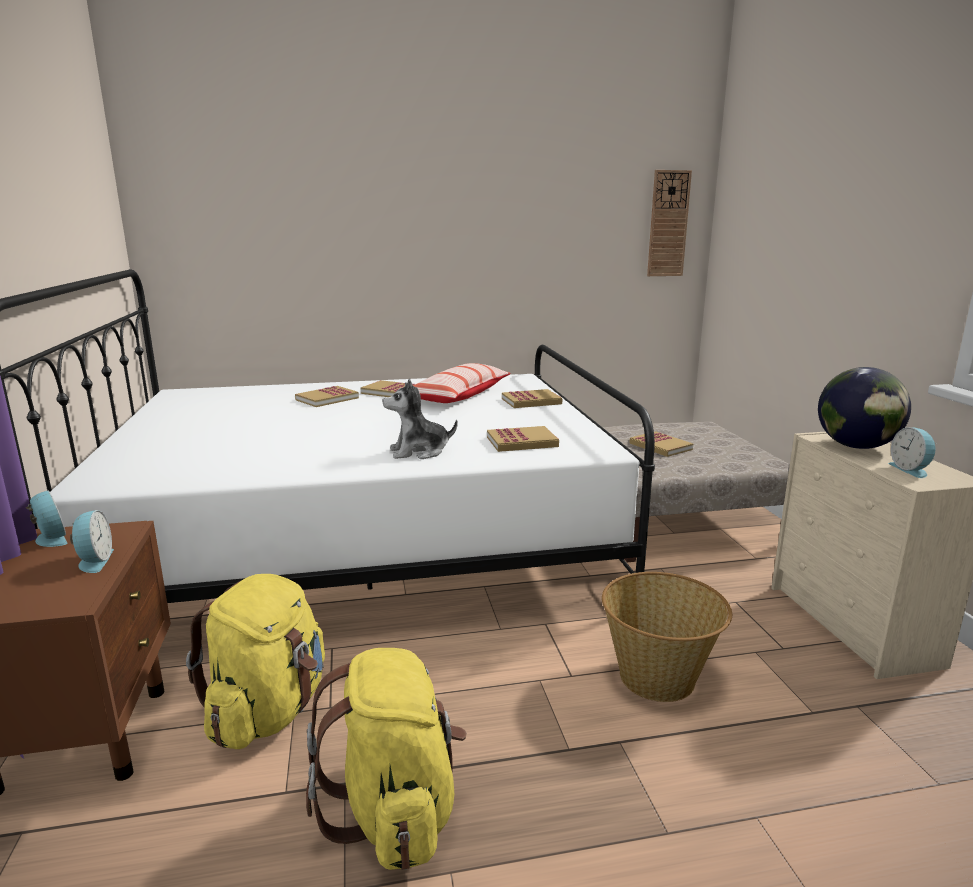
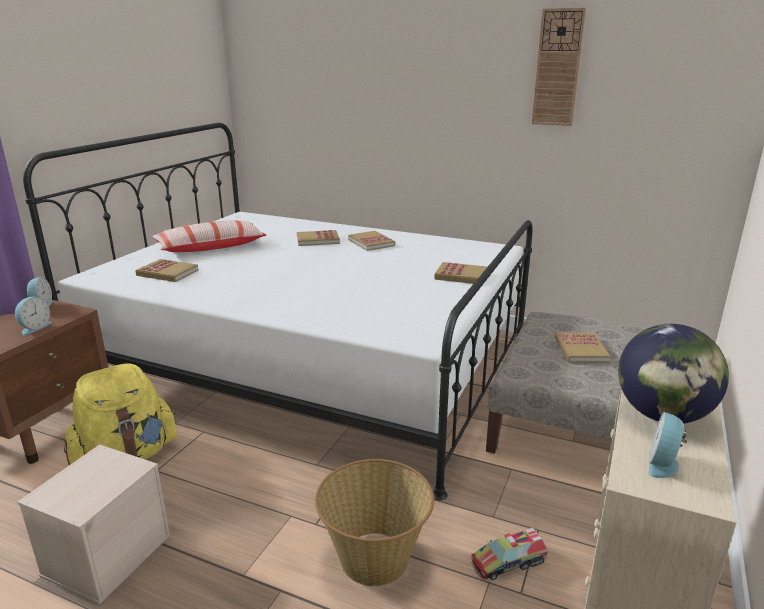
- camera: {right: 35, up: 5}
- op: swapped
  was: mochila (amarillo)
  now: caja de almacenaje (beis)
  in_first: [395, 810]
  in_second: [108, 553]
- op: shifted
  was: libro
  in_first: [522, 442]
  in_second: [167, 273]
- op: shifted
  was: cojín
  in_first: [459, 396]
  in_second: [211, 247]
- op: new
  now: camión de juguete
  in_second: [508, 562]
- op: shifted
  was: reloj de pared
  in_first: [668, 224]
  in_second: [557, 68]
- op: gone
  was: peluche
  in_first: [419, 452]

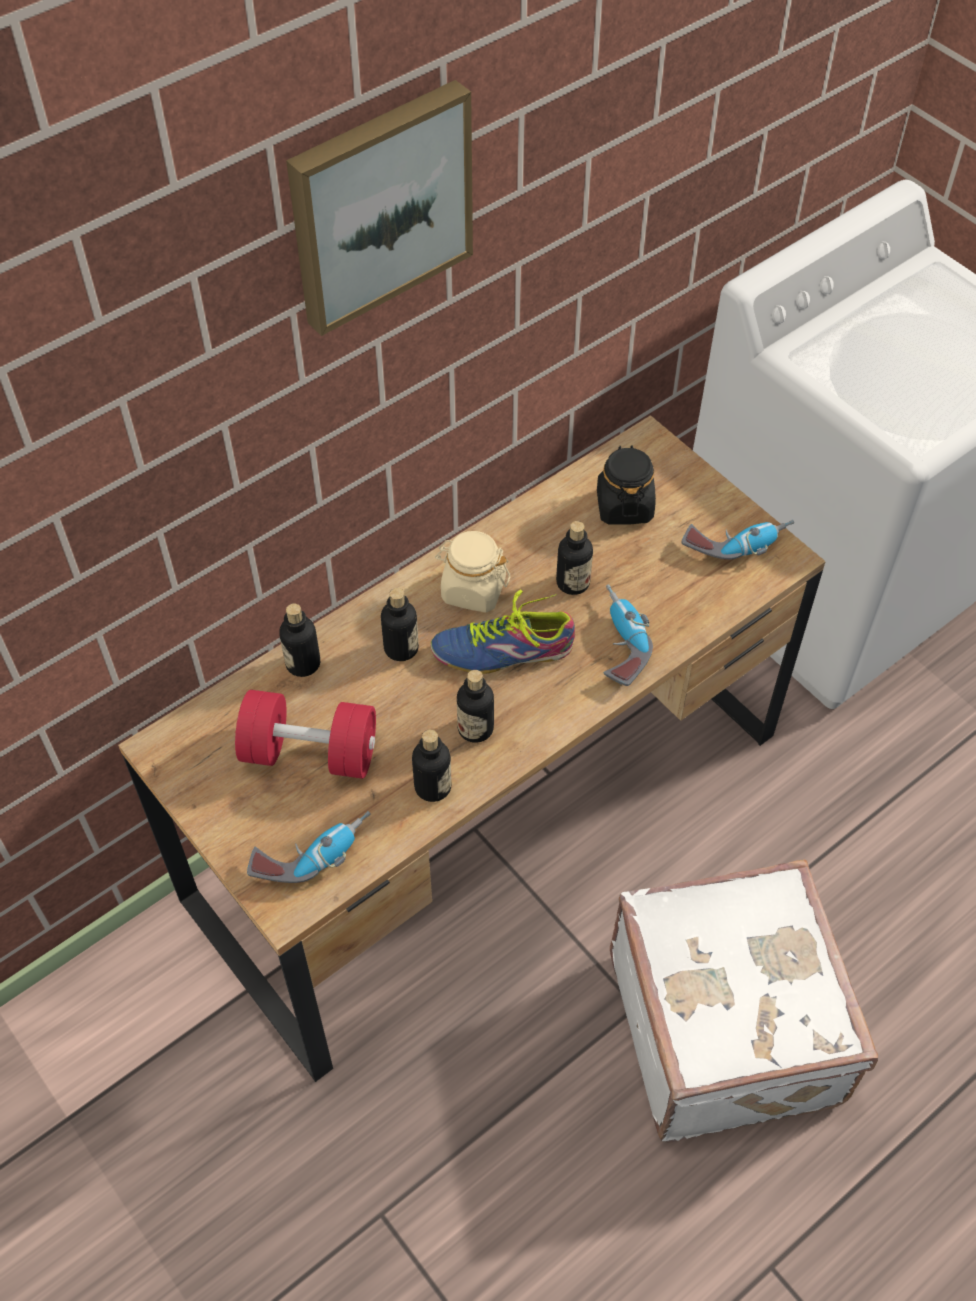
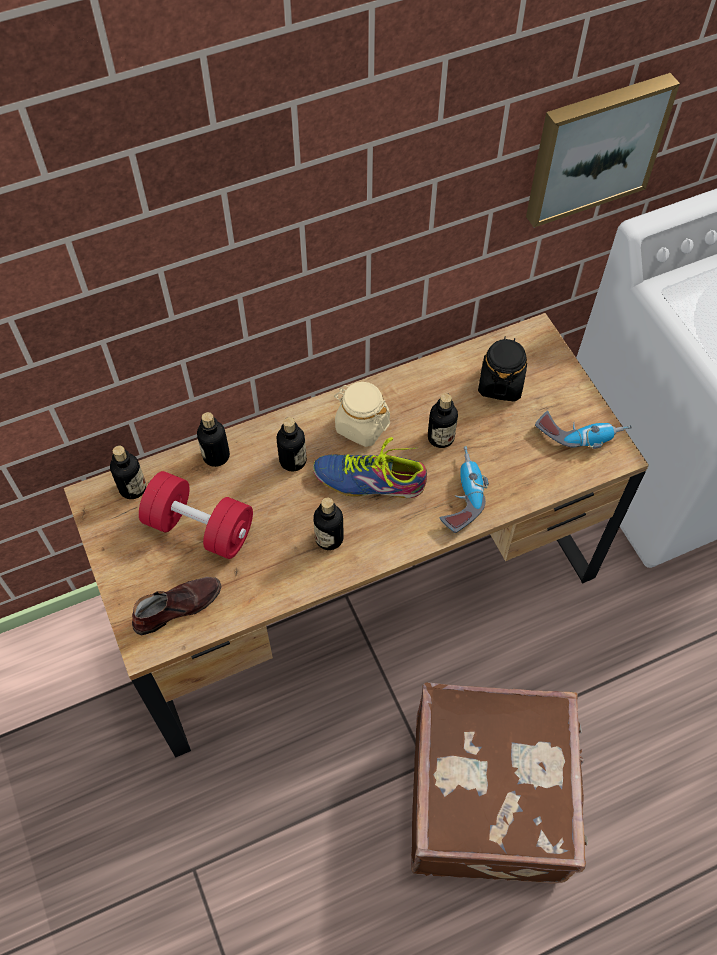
- camera: {right: 15, up: 5}
- op: shifted
  was: botella
  in_first: [433, 787]
  in_second: [133, 488]
- op: swapped
  was: taladro
  now: zapato (marrón)
  in_first: [312, 852]
  in_second: [177, 606]
- op: repainted
  was: maleta (blanco)
  now: maleta (marrón)
  in_first: [728, 1026]
  in_second: [491, 797]
- op: shifted
  was: cuadro
  in_first: [379, 205]
  in_second: [595, 147]

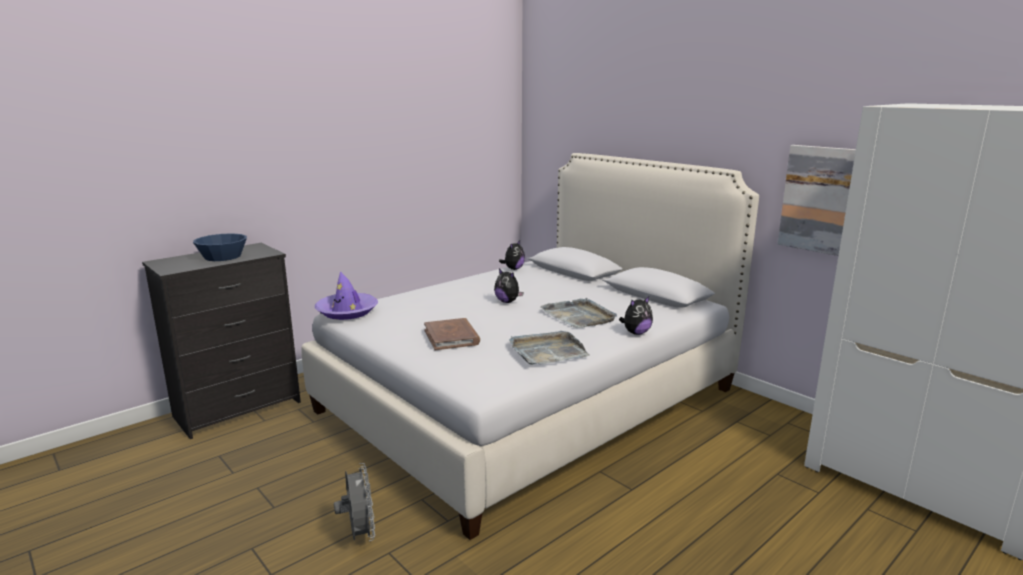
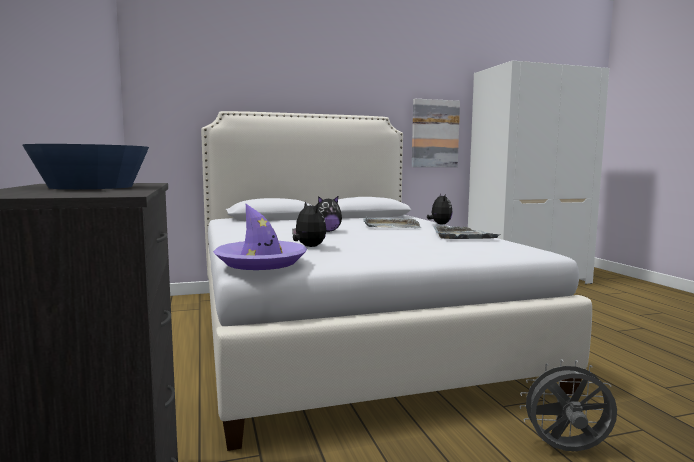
- camera: {right: -65, up: -10}
- op: shifted
  was: peluche
  in_first: [513, 269]
  in_second: [308, 247]
- op: gone
  was: libro (marrón)
  in_first: [451, 337]

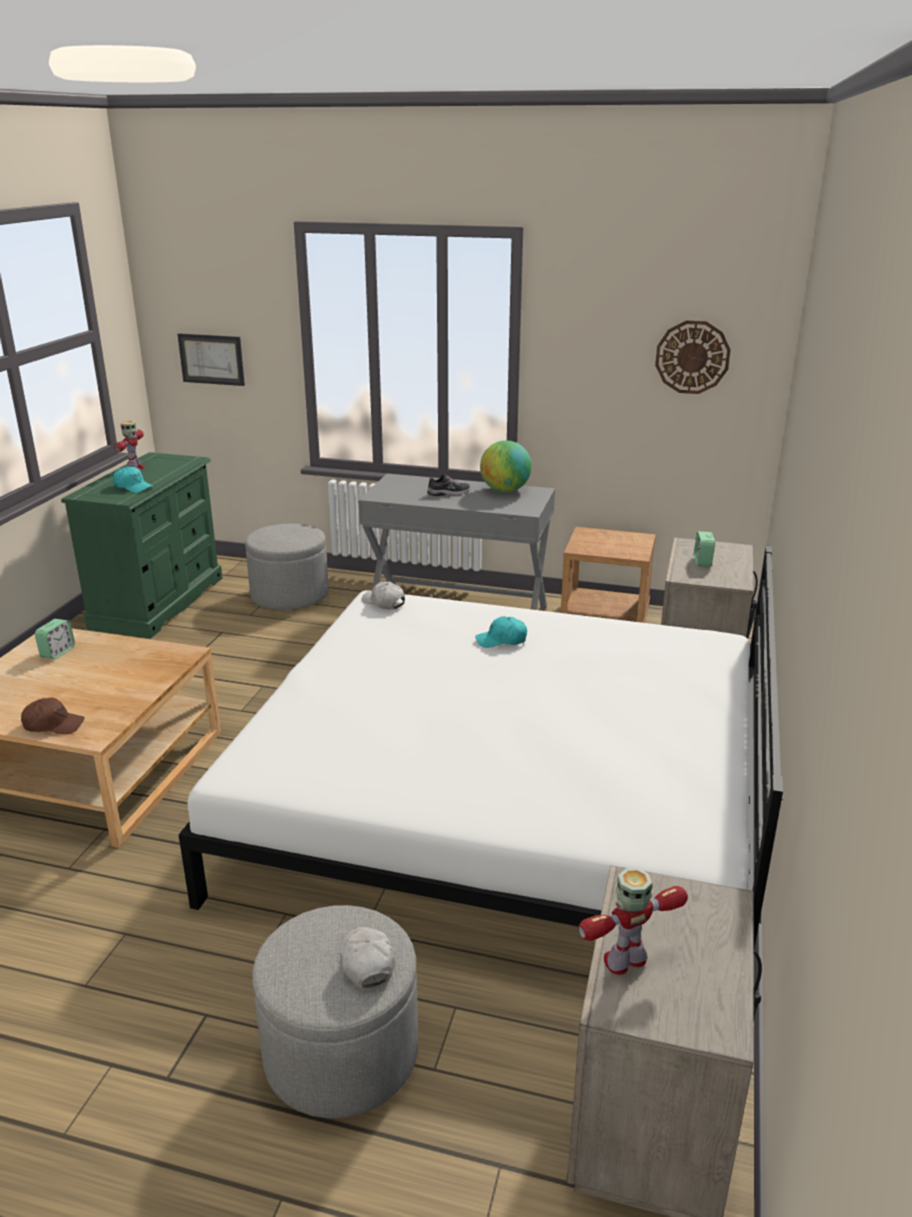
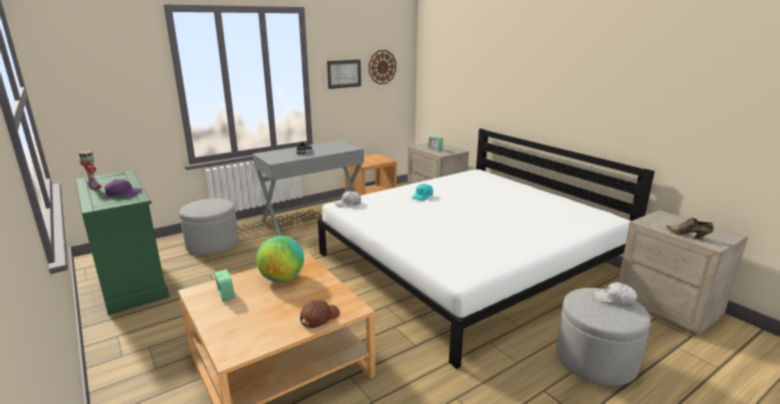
- camera: {right: -50, up: -5}
- op: repainted
  was: gorra (turquesa)
  now: gorra (morado)
  in_first: [133, 487]
  in_second: [123, 193]
- op: shifted
  was: globo terráqueo
  in_first: [505, 491]
  in_second: [282, 279]
- op: shifted
  was: cuadro
  in_first: [211, 359]
  in_second: [344, 74]
- op: swapped
  was: robot de juguete
  now: zapato (marrón)
  in_first: [626, 961]
  in_second: [688, 236]

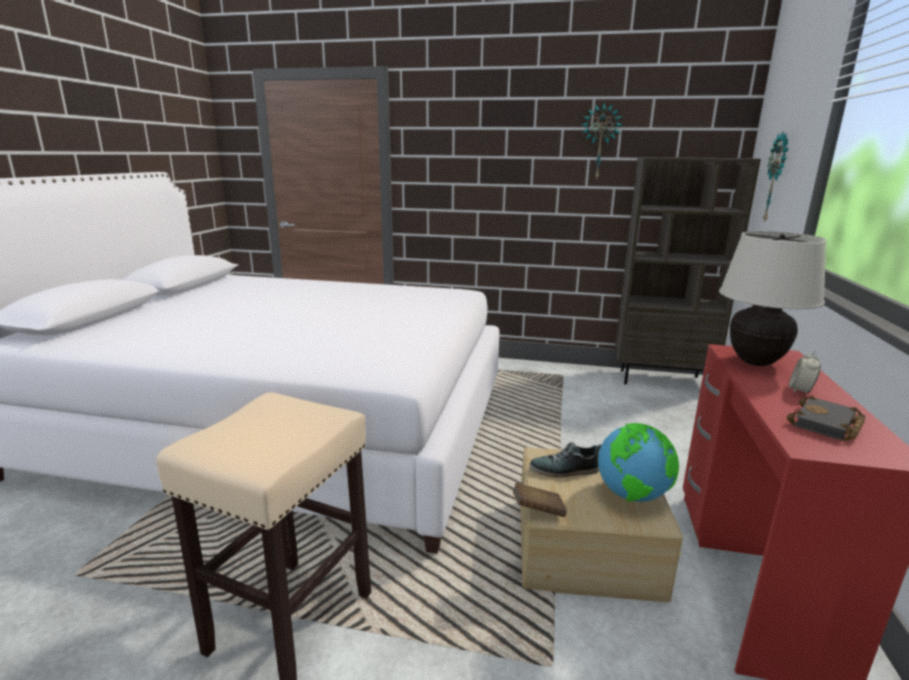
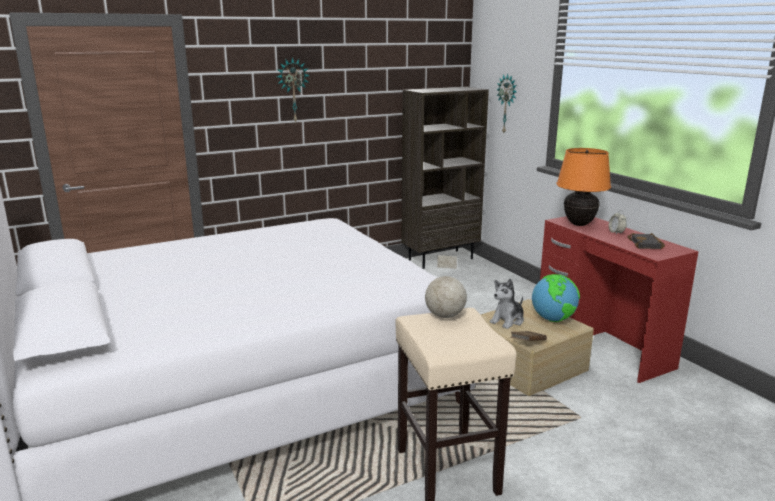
- camera: {right: -40, up: 0}
- op: shifted
  was: reloj de pared
  in_first: [600, 142]
  in_second: [292, 90]
- op: new
  now: globo terráqueo
  in_second: [445, 316]
- op: swapped
  was: zapato
  now: peluche
  in_first: [564, 470]
  in_second: [508, 321]
- op: repainted
  was: lámpara de mesa (beis)
  now: lámpara de mesa (naranja)
  in_first: [755, 362]
  in_second: [579, 224]

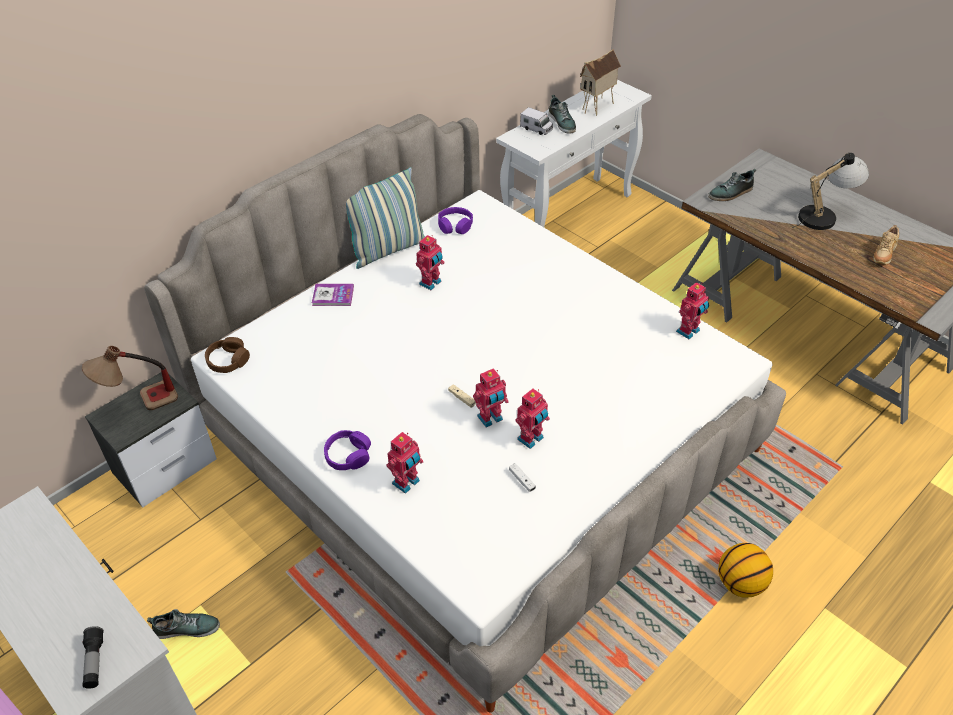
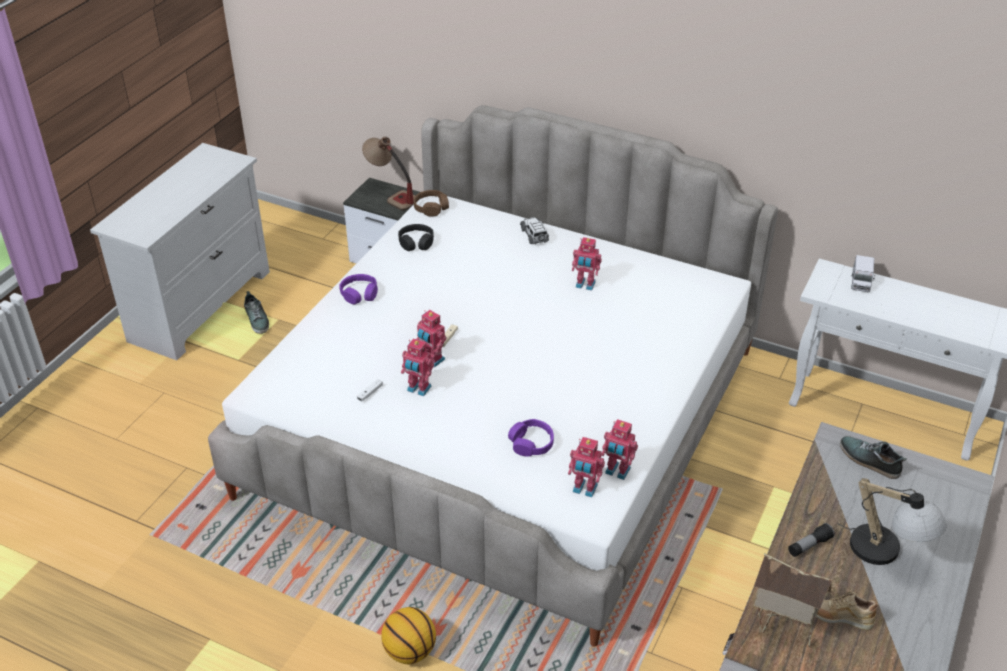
- camera: {right: 70, up: -5}
- op: new
  now: auriculares (negro)
  in_second: [416, 242]
- op: shifted
  was: auriculares (morado)
  in_first: [455, 225]
  in_second: [531, 443]
- op: swapped
  was: libro
  now: coche de juguete
  in_first: [333, 296]
  in_second: [534, 236]
- op: shifted
  was: robot de juguete
  in_first: [407, 483]
  in_second: [584, 489]
- op: shifted
  was: casita
  in_first: [597, 108]
  in_second: [781, 629]
- op: shifted
  was: linterna
  in_first: [94, 662]
  in_second: [809, 545]
- op: gone
  was: cojín
  in_first: [388, 250]
- op: gone
  was: zapato
  in_first: [562, 122]

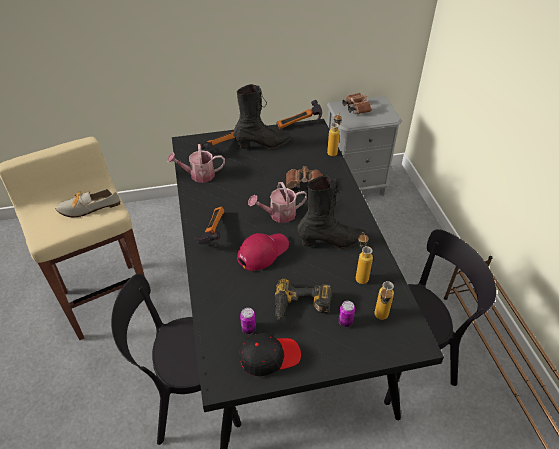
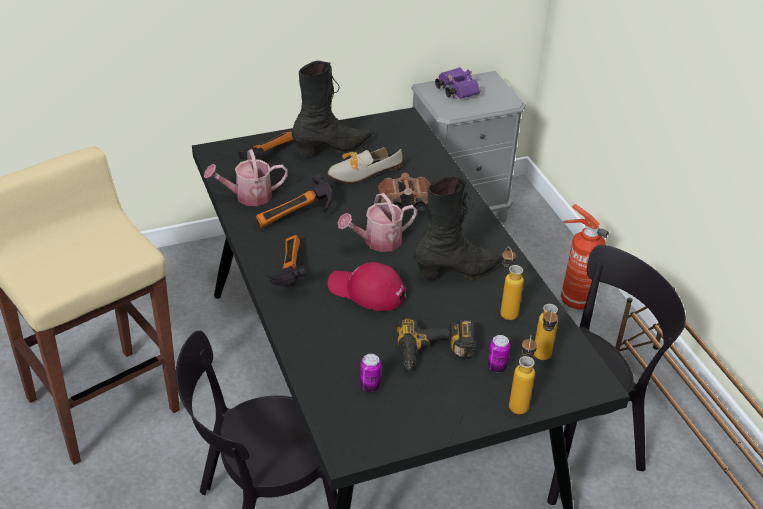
- camera: {right: -10, up: -5}
- op: shifted
  was: martillo
  in_first: [300, 125]
  in_second: [296, 218]
- op: shifted
  was: zapato
  in_first: [86, 208]
  in_second: [358, 173]
- op: rotated
  was: gorra (rojo)
  in_first: [262, 252]
  in_second: [366, 291]
  clockwise: -105
- op: repainted
  was: prismáticos (marrón)
  now: prismáticos (morado)
  in_first: [355, 108]
  in_second: [455, 91]
- op: shifted
  was: botella
  in_first: [333, 151]
  in_second: [519, 401]
- op: new
  now: extintor
  in_second: [574, 300]
- op: gone
  was: gorra (negro)
  in_first: [269, 356]

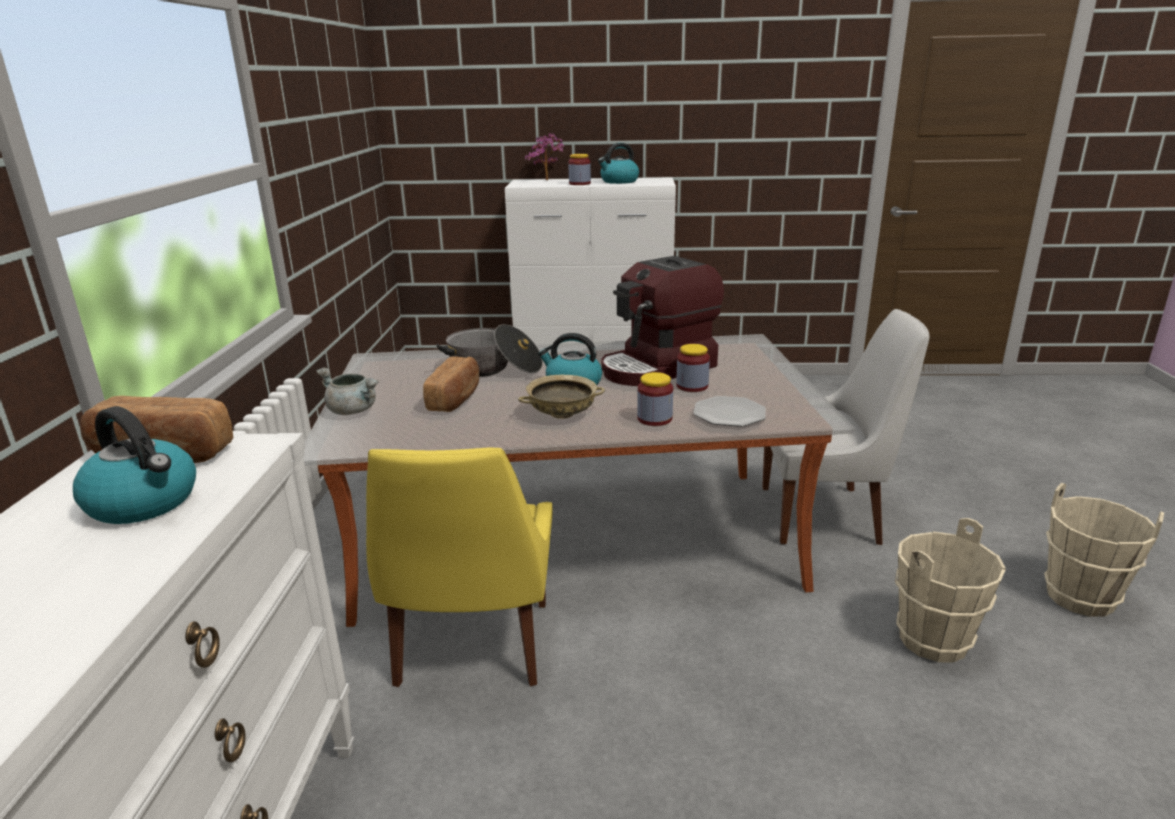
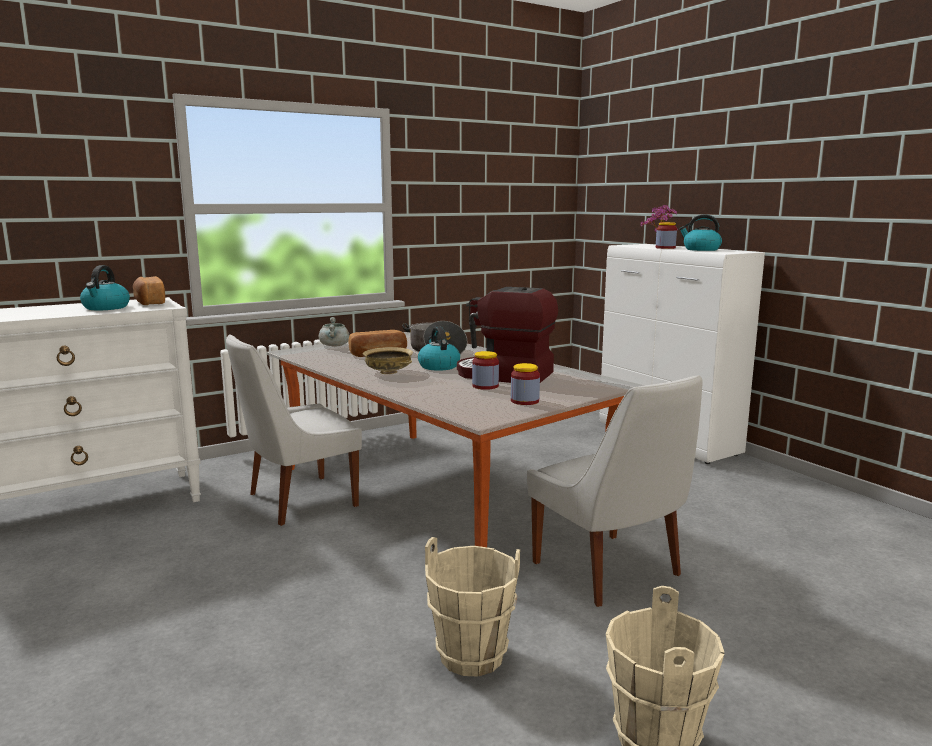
- camera: {right: 55, up: -10}
- op: repainted
  was: silla (amarillo)
  now: silla (blanco)
  in_first: [472, 648]
  in_second: [298, 501]
- op: shifted
  was: tarro
  in_first: [654, 418]
  in_second: [524, 401]
- op: gone
  was: plato
  in_first: [729, 413]

